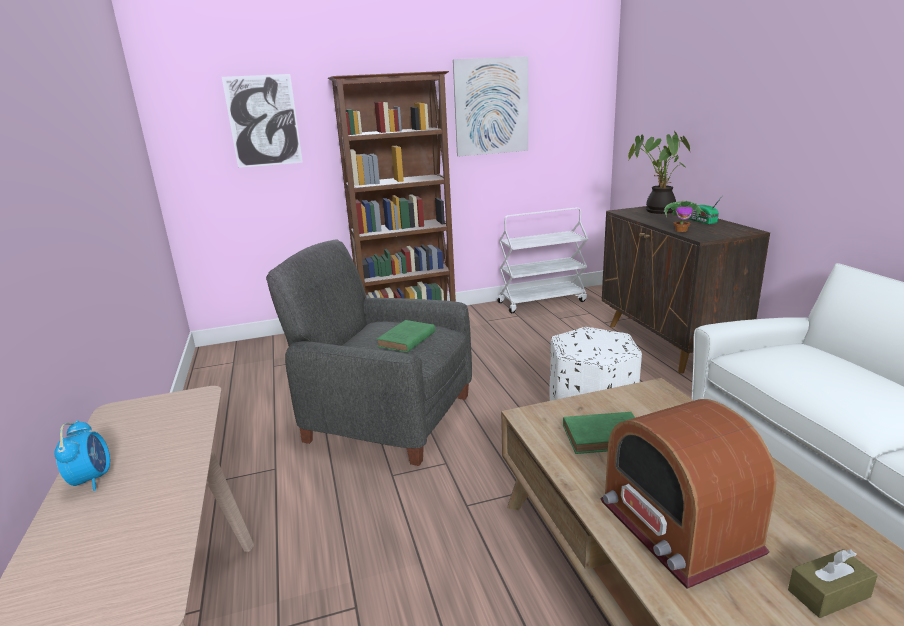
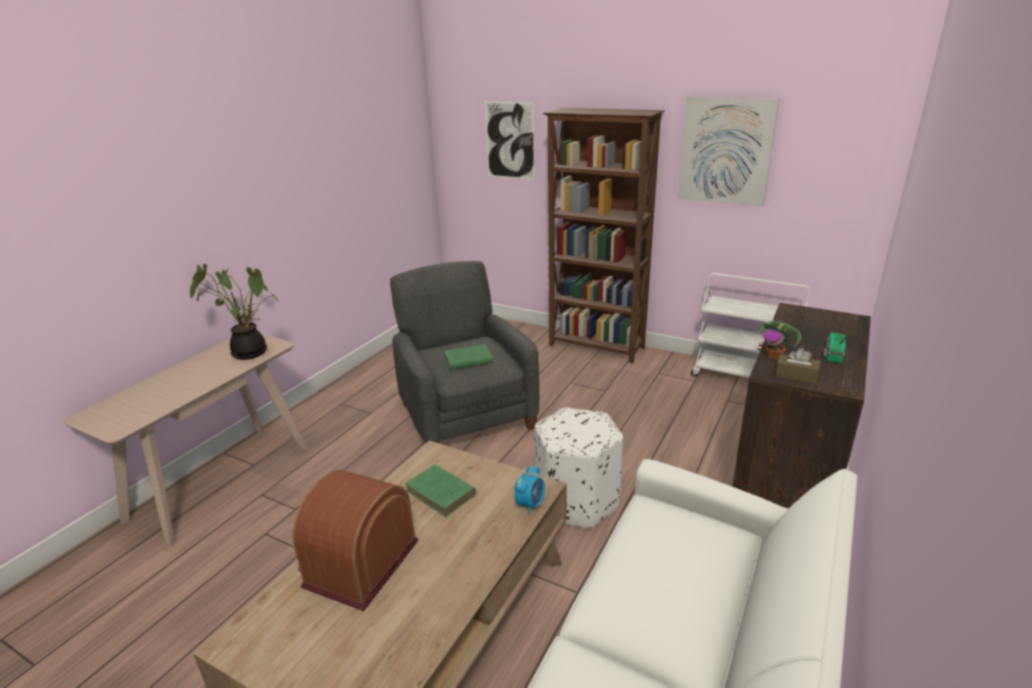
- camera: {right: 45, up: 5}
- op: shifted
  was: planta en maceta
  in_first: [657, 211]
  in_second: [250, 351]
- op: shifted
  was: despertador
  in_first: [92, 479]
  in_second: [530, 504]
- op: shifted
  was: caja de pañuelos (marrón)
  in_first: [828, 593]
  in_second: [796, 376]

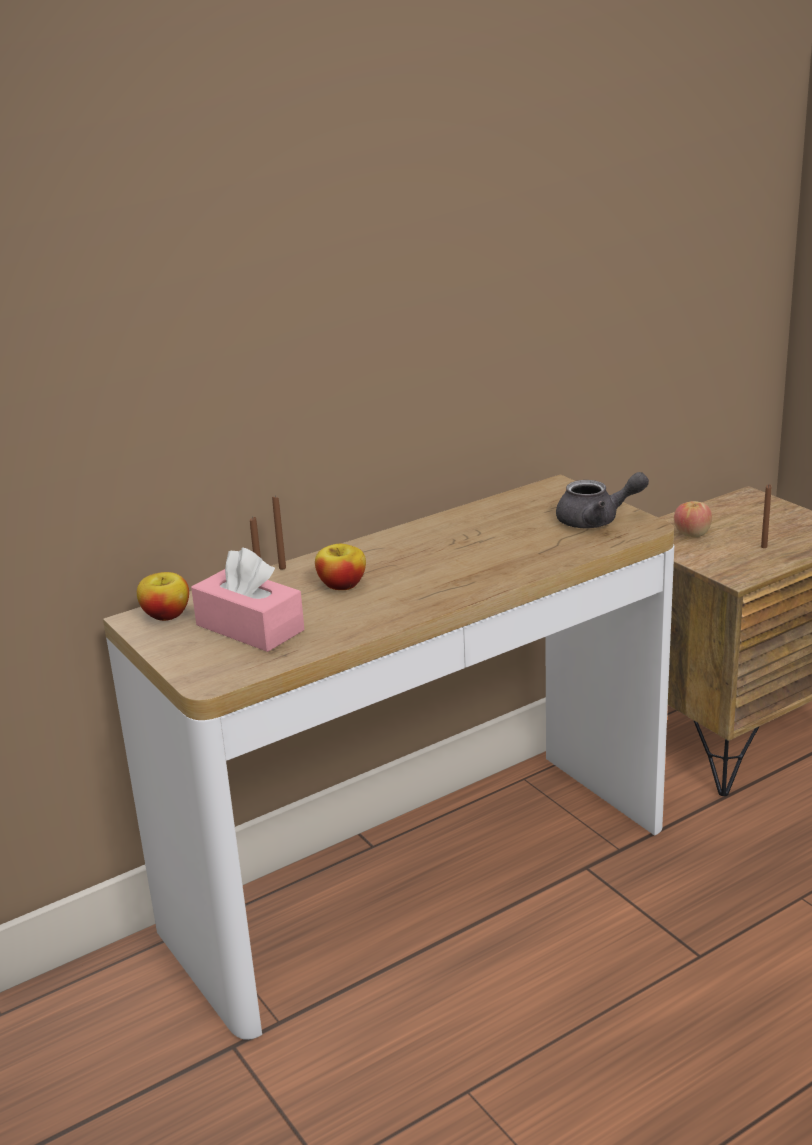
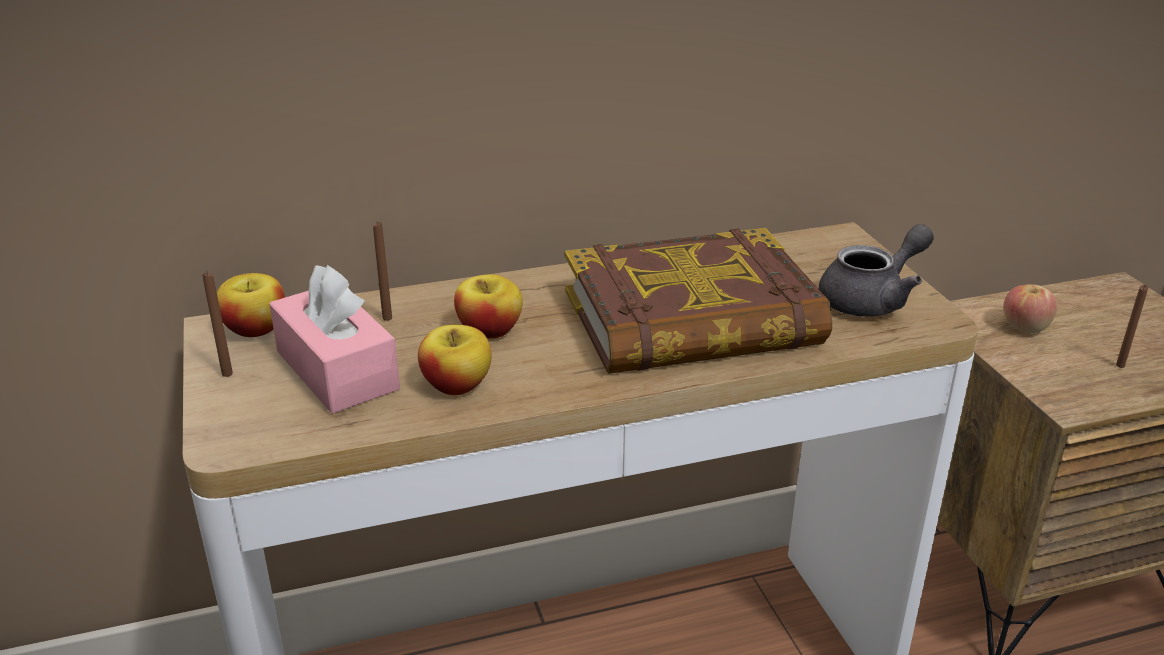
- camera: {right: 15, up: 5}
- op: shifted
  was: vela (marrón)
  in_first: [282, 568]
  in_second: [227, 374]
- op: new
  now: manzana
  in_second: [456, 385]
- op: new
  now: libro
  in_second: [692, 320]
- op: rotated
  was: tetera (gris)
  in_first: [596, 520]
  in_second: [872, 299]
  clockwise: -45

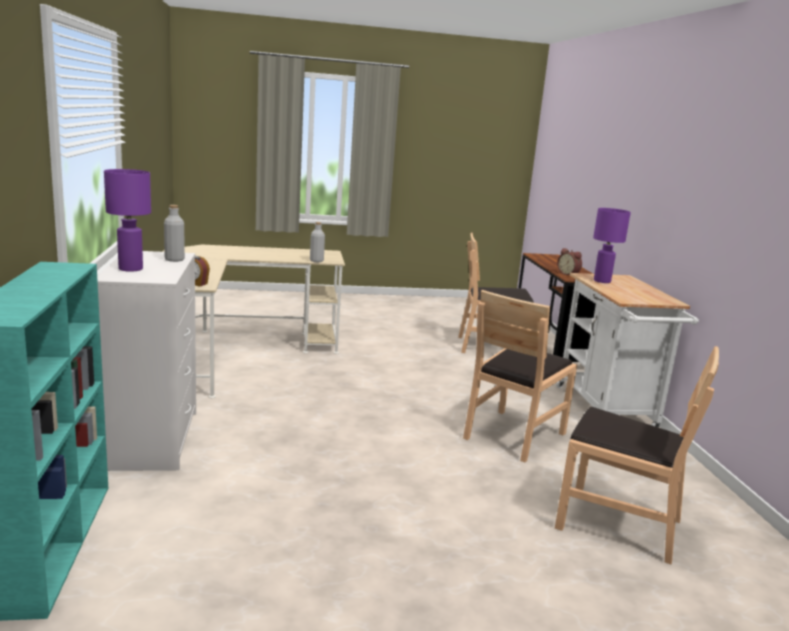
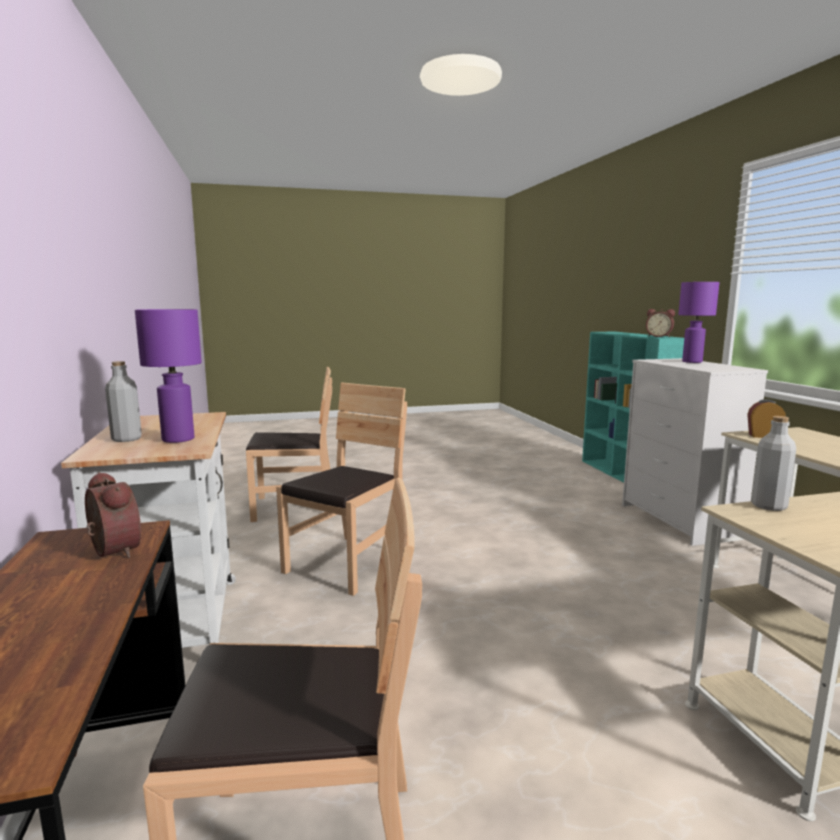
- camera: {right: 175, up: -5}
- op: shifted
  was: botella (gris)
  in_first: [174, 259]
  in_second: [126, 439]
- op: rotated
  was: silla (marrón)
  in_first: [618, 522]
  in_second: [294, 507]
  clockwise: 150
- op: new
  now: despertador
  in_second: [659, 336]

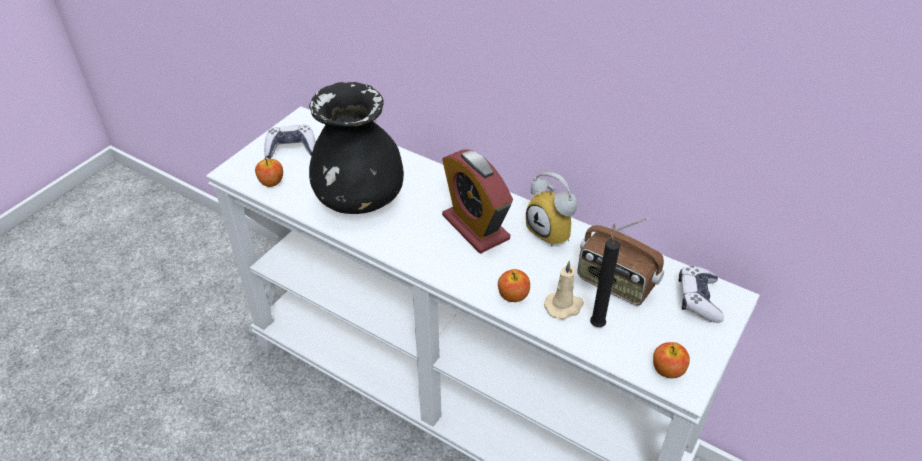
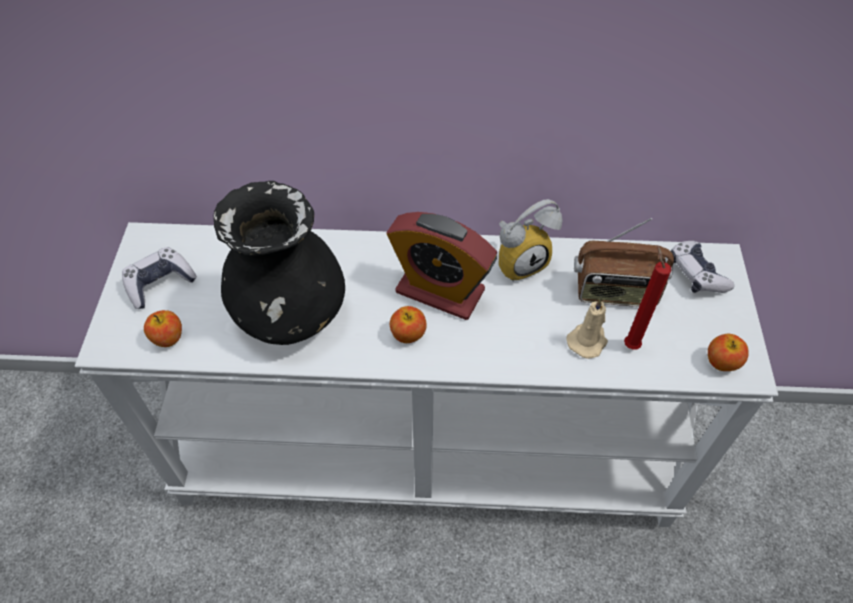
- camera: {right: -30, up: 10}
- op: shifted
  was: manzana
  in_first: [513, 296]
  in_second: [408, 334]
- op: rotated
  was: despertador
  in_first: [554, 232]
  in_second: [520, 261]
  clockwise: -45
- op: repainted
  was: vela (negro)
  now: vela (rojo)
  in_first: [597, 323]
  in_second: [629, 344]

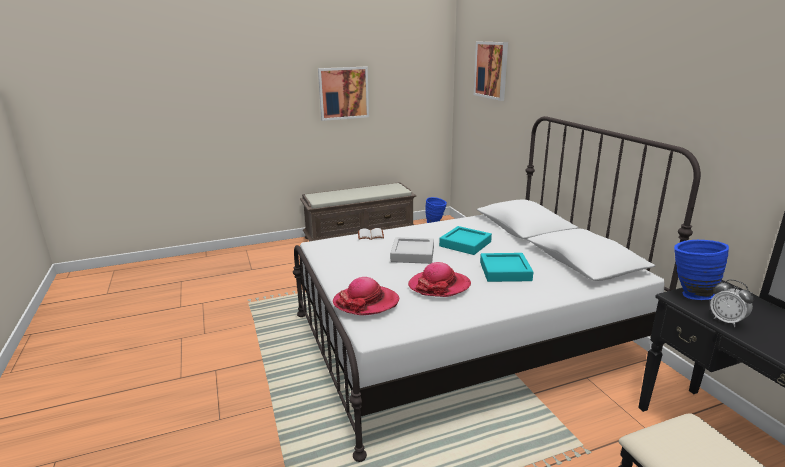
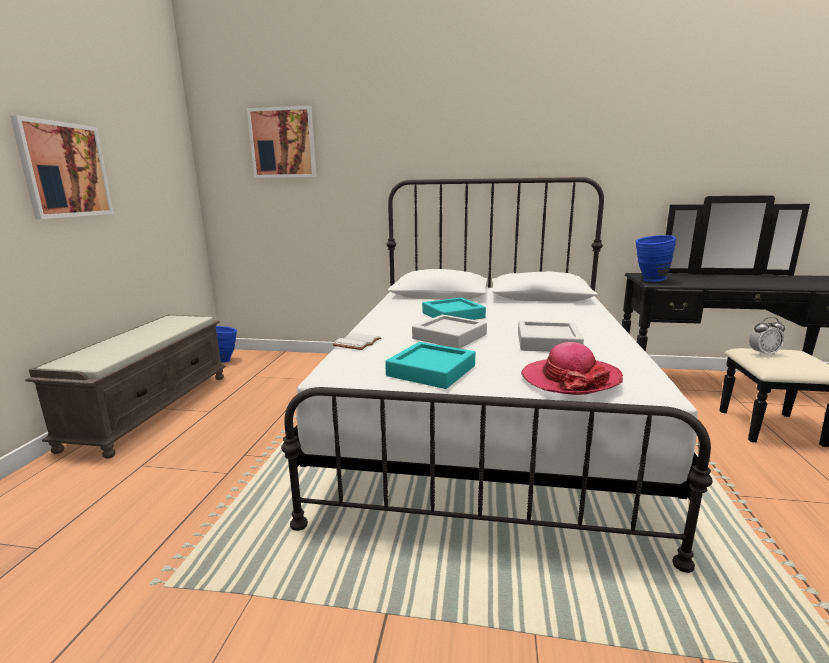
- camera: {right: -60, up: -5}
- op: shifted
  was: bandeja (turquesa)
  in_first: [505, 271]
  in_second: [431, 371]
- op: swapped
  was: sombrero
  now: bandeja (gris)
  in_first: [439, 286]
  in_second: [548, 342]
- op: shifted
  was: despertador
  in_first: [726, 321]
  in_second: [763, 353]

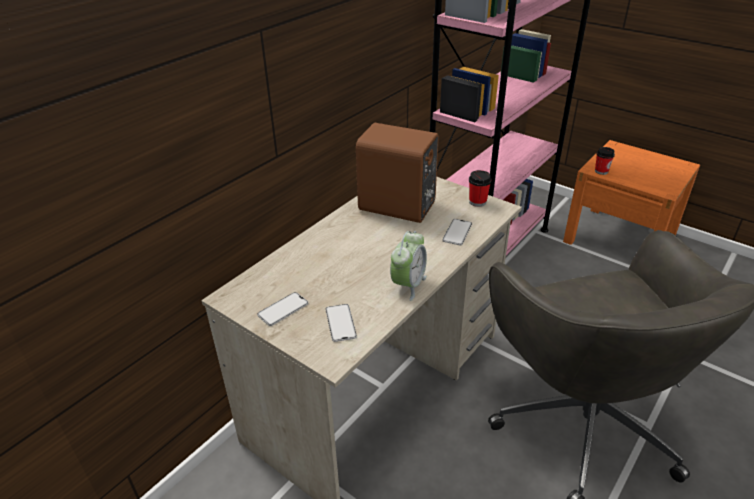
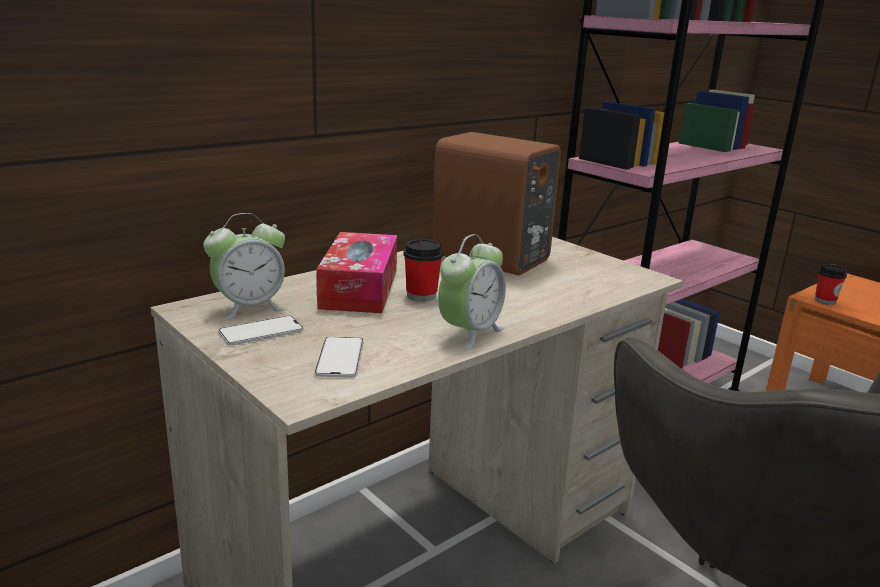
- camera: {right: 10, up: -15}
- op: new
  now: despertador
  in_second: [249, 308]
- op: new
  now: caja de pañuelos
  in_second: [359, 288]
- op: shifted
  was: taza
  in_first: [477, 202]
  in_second: [421, 296]
- op: gone
  was: móvil
  in_first: [457, 232]

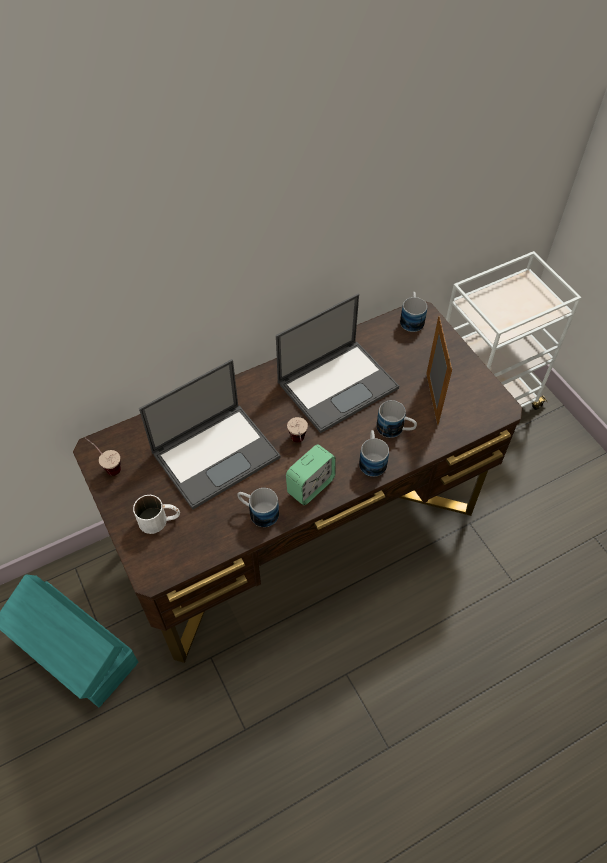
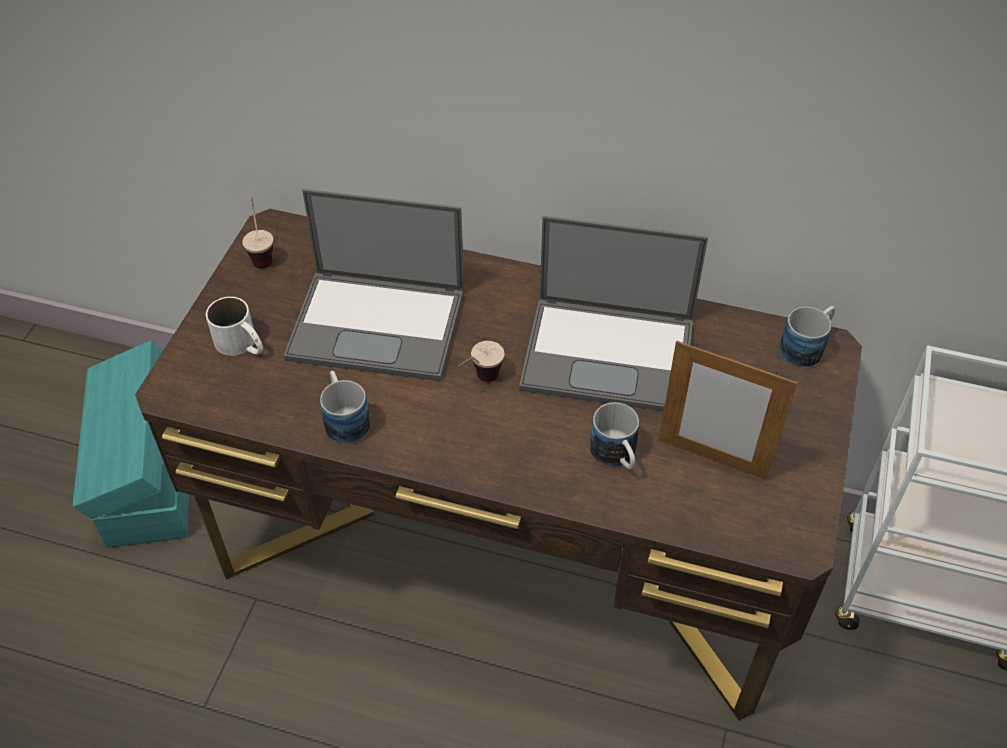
- camera: {right: 45, up: -5}
- op: rotated
  was: portarretratos
  in_first: [432, 398]
  in_second: [712, 459]
  clockwise: 75
- op: gone
  was: despertador
  in_first: [310, 486]
- op: gone
  was: taza grande
  in_first: [372, 459]

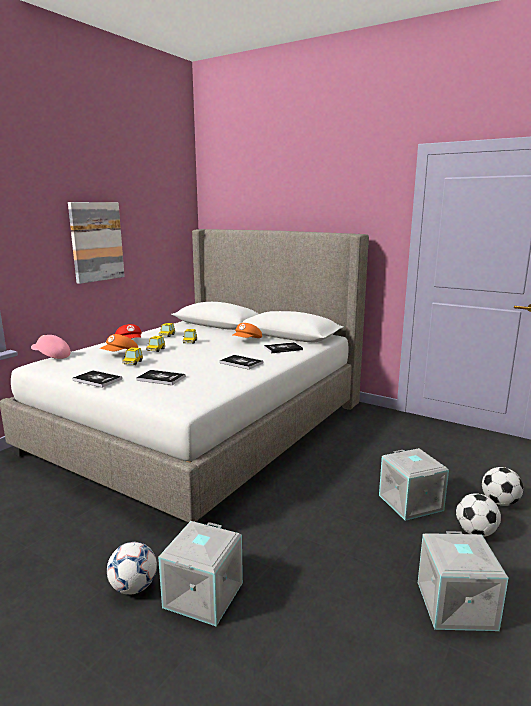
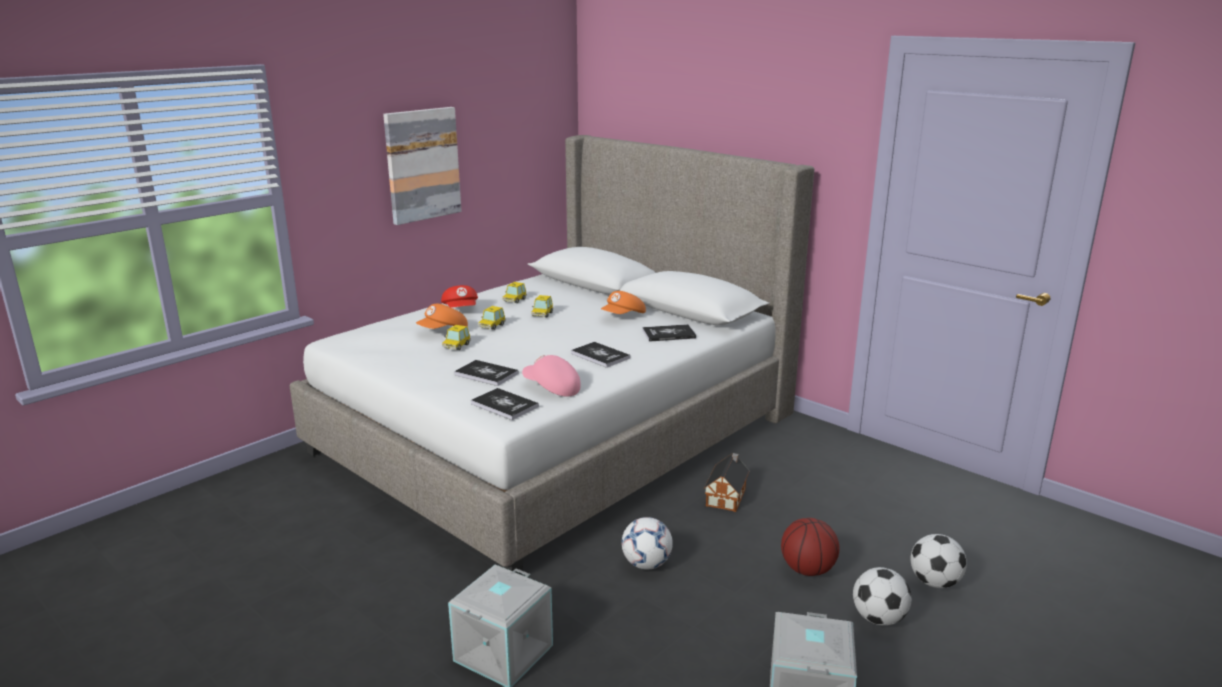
- camera: {right: 10, up: 5}
- op: shifted
  was: libro
  in_first: [97, 380]
  in_second: [504, 405]
- op: shifted
  was: gorra (rosa)
  in_first: [51, 356]
  in_second: [551, 388]
- op: shifted
  was: balón de fútbol
  in_first: [133, 587]
  in_second: [646, 564]
- op: new
  now: casita
  in_second: [727, 496]
- op: swapped
  was: caja de almacenaje (gris)
  now: balón de baloncesto
  in_first: [411, 503]
  in_second: [808, 570]

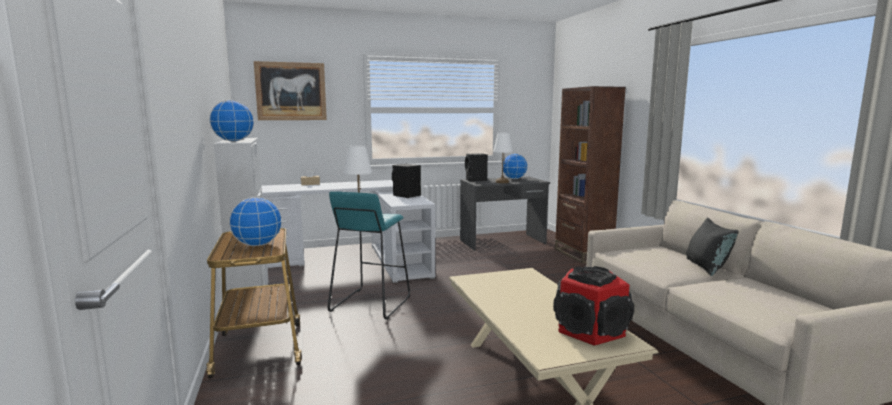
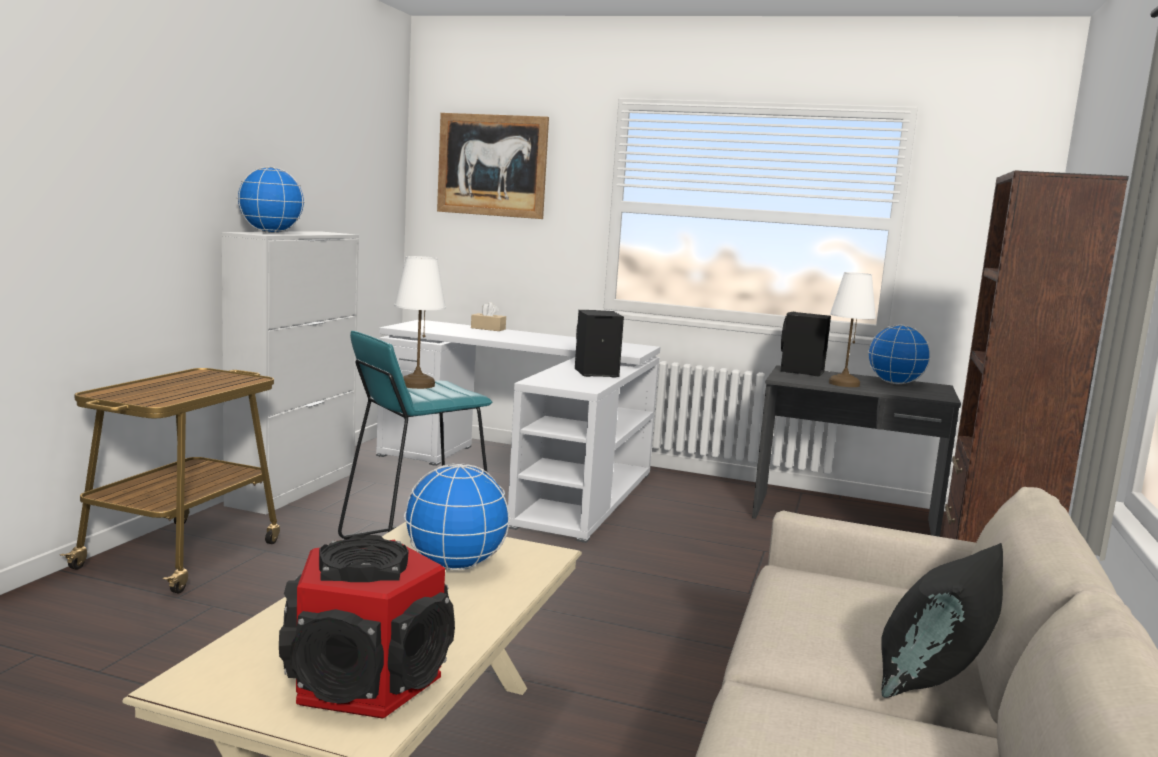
- camera: {right: 35, up: 0}
- op: shifted
  was: globo terráqueo
  in_first: [257, 245]
  in_second: [455, 565]

